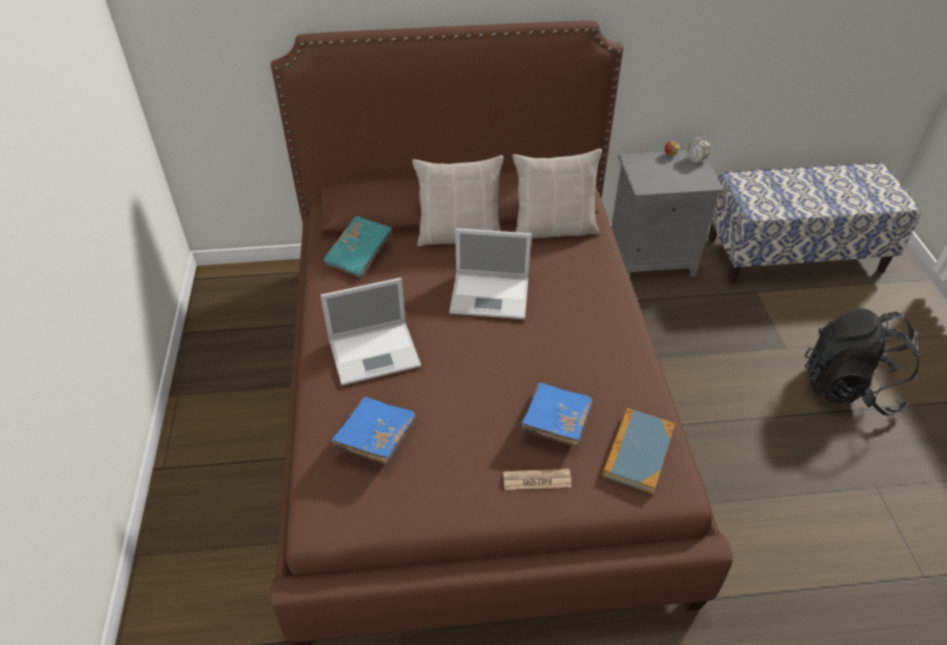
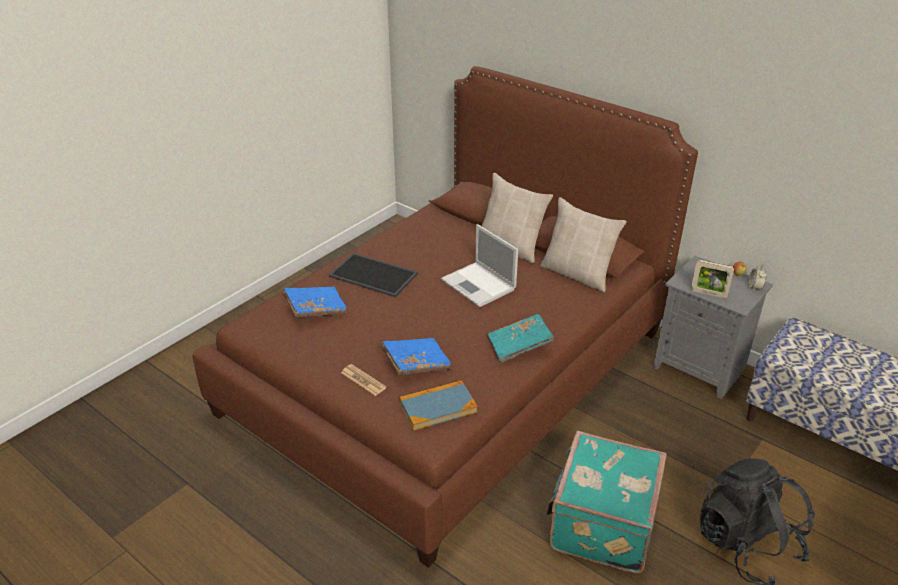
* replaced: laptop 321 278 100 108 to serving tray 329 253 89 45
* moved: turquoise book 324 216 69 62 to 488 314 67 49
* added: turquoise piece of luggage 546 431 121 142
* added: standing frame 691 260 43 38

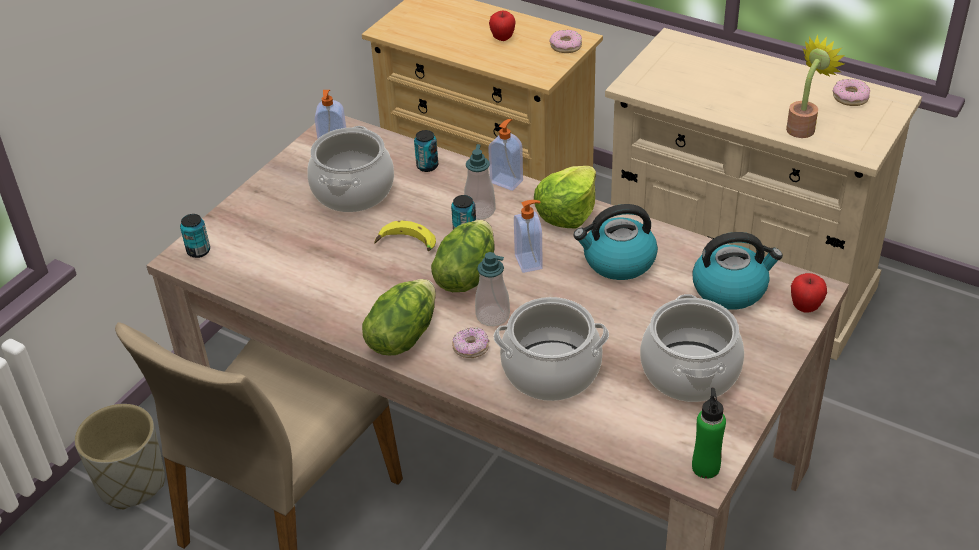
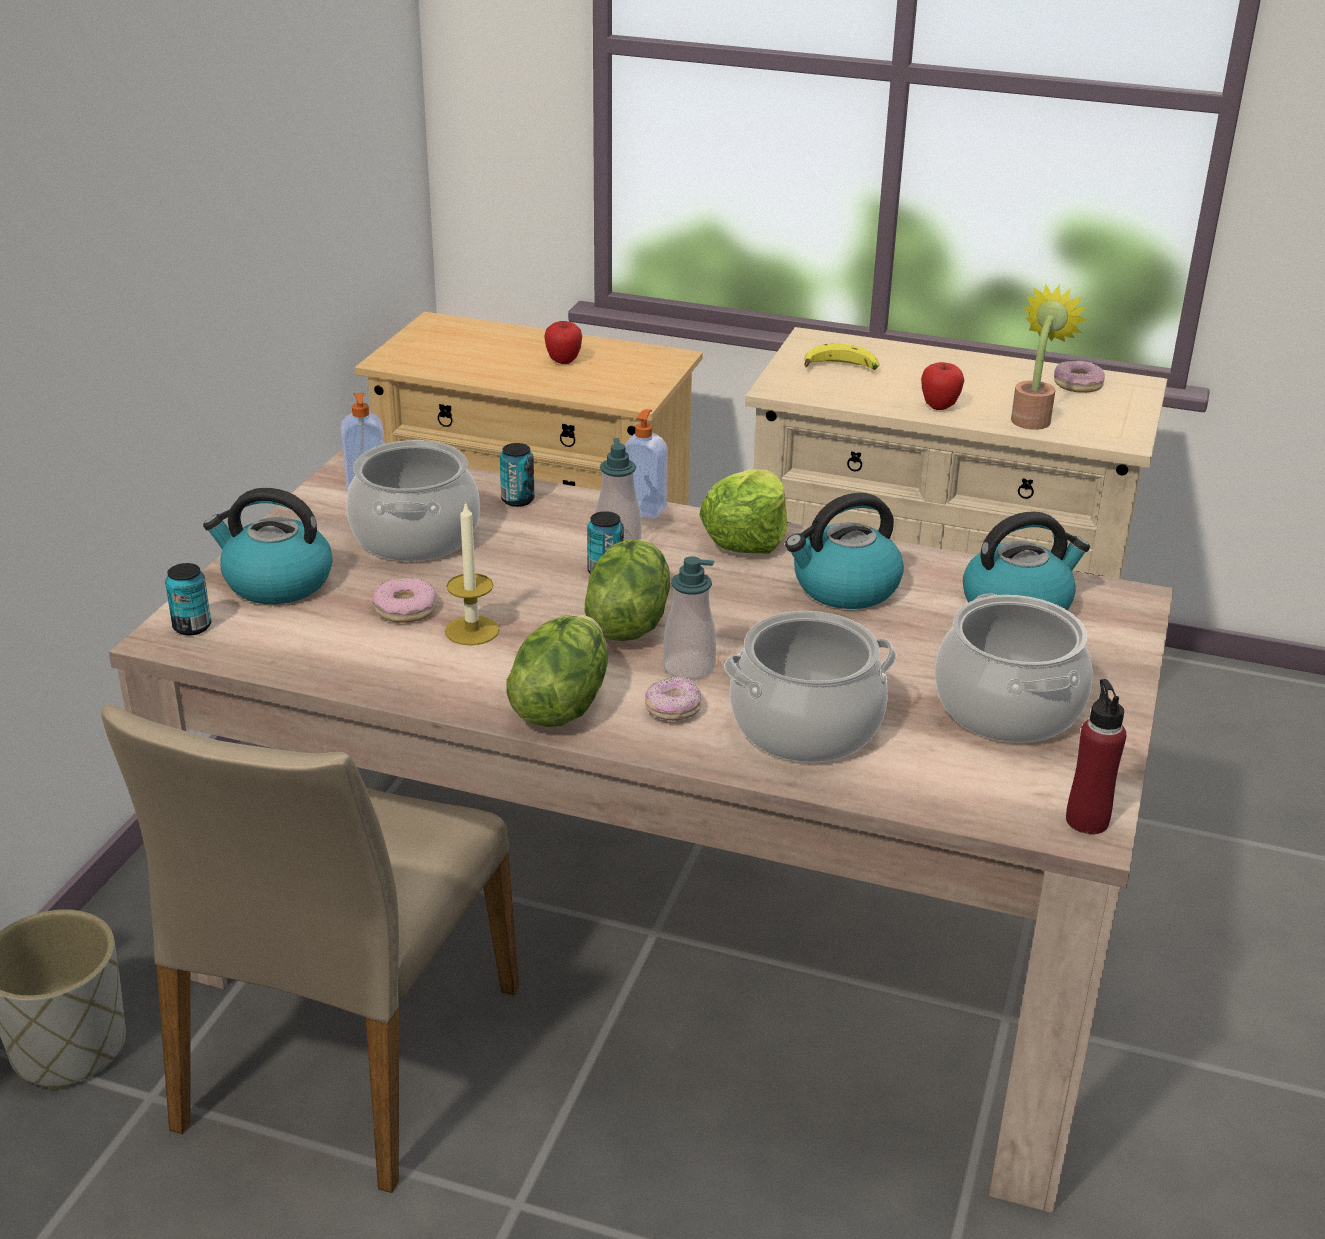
* moved: whole banana 374 221 62 30 to 804 344 75 26
* removed: soap bottle 514 200 29 73
* moved: ring doughnut 550 30 32 23 to 372 578 64 45
* recoloured: green beverage bottle 692 388 34 91 to reddish beverage bottle 1066 679 60 155
* moved: whole apple 791 273 36 39 to 921 362 43 48
* added: water kettle 203 488 129 116
* added: wax light 445 501 54 144

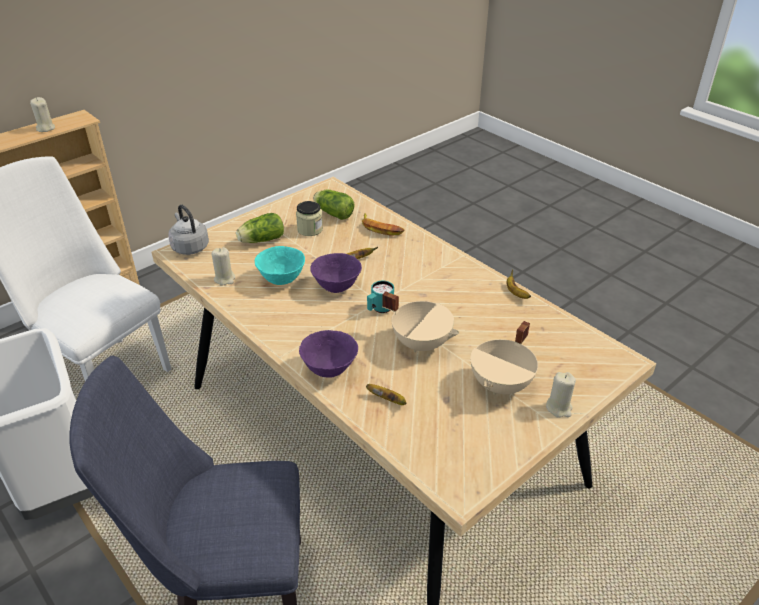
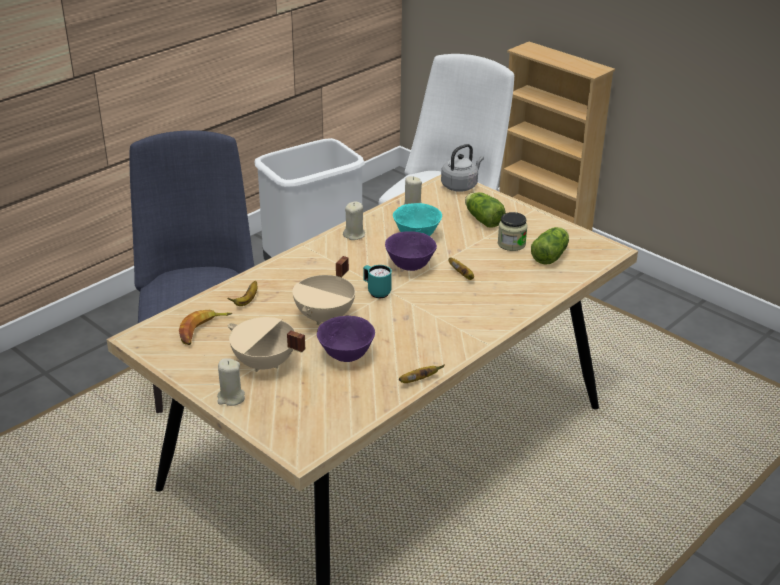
* moved: beige wax light 30 97 25 35 to 343 201 22 39
* moved: purple-coloured deep dish 299 330 59 48 to 317 316 58 46
* moved: whole banana 362 213 42 23 to 179 310 53 35

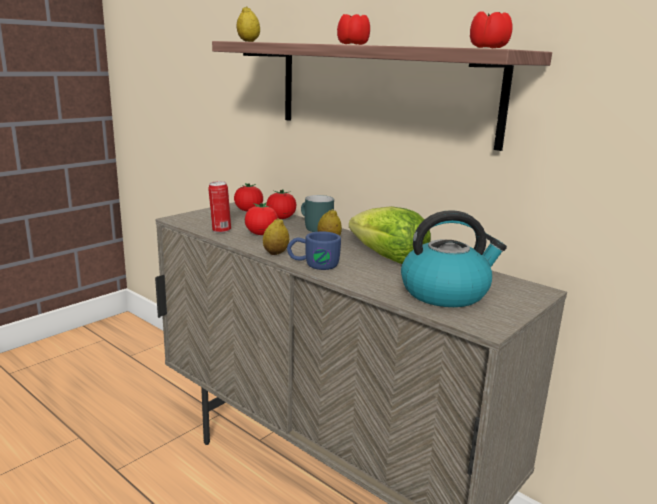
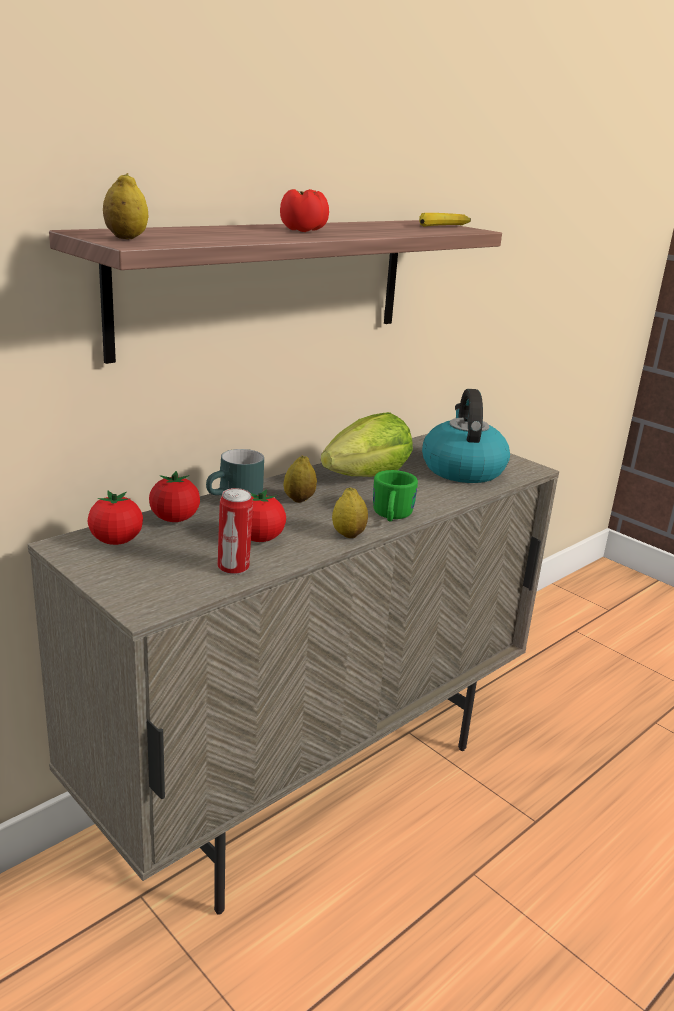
* recoloured: bluish tea mug 287 231 54 39 to green tea mug 373 470 45 52
* replaced: whole tomato 470 11 42 37 to whole banana 419 213 52 14

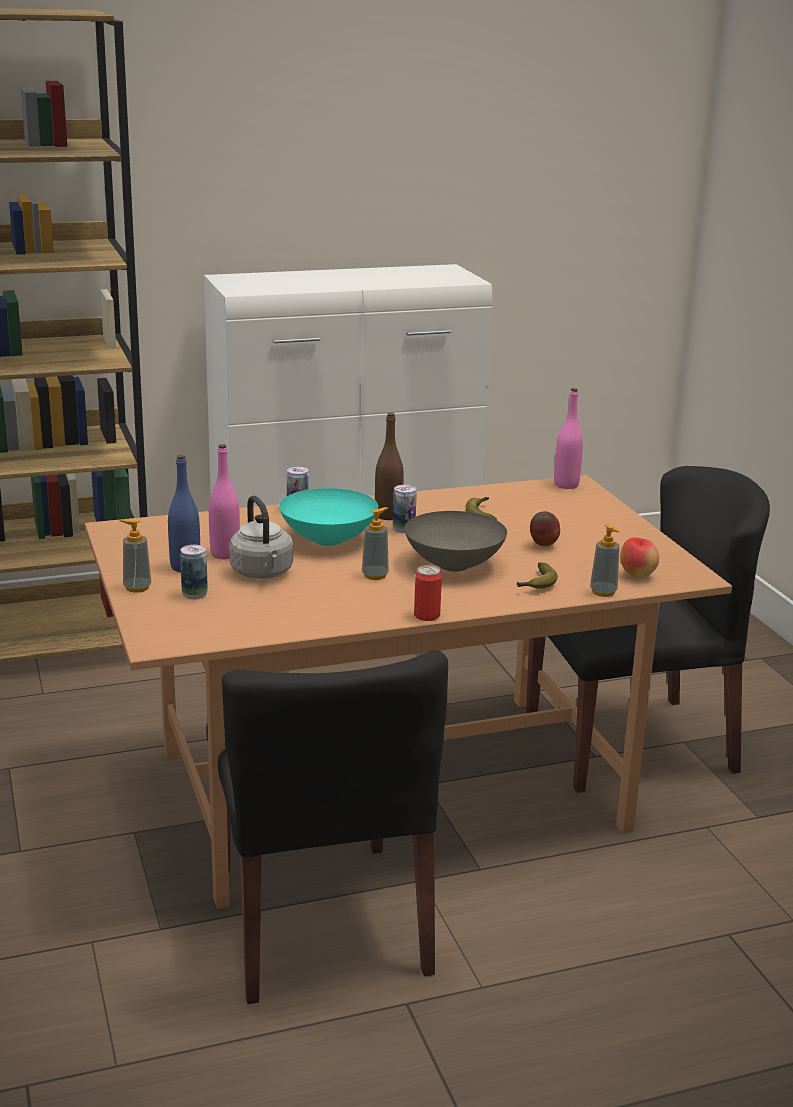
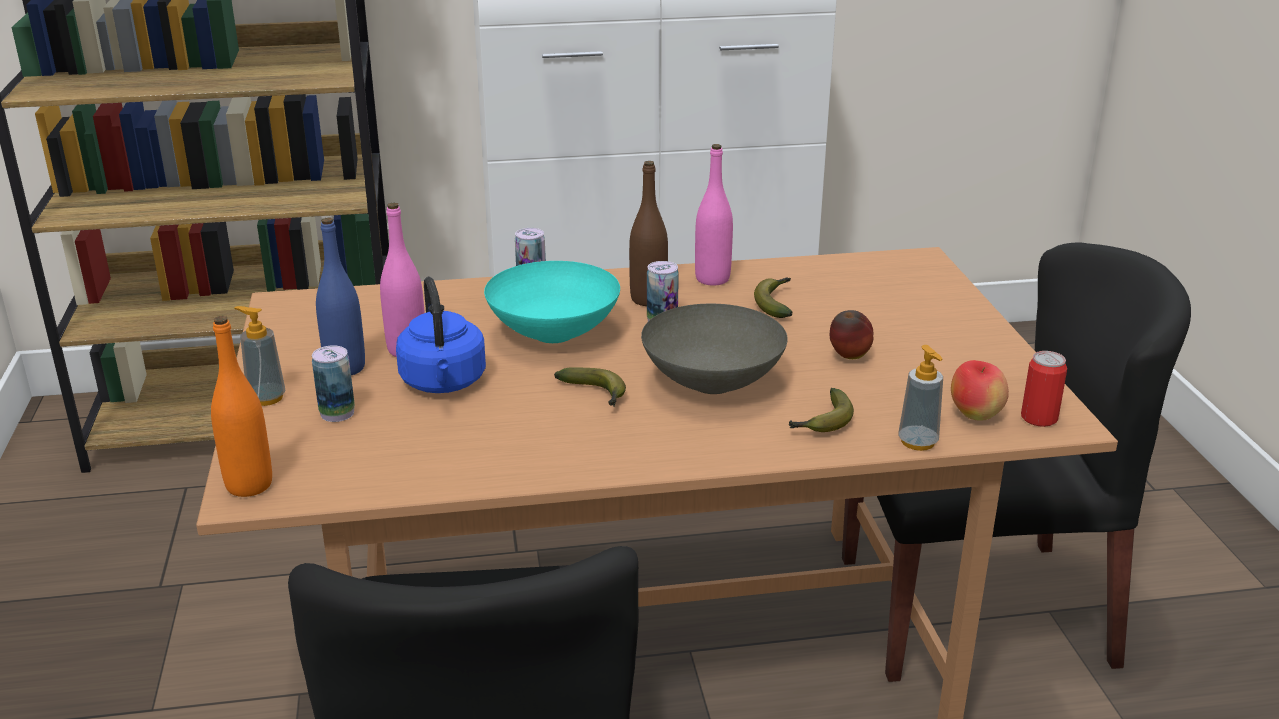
* recoloured: grey water kettle 229 495 64 84 to bluish water kettle 396 277 90 116
* replaced: soap bottle 362 507 27 73 to whole banana 554 367 72 40
* moved: can 414 565 28 56 to 1021 351 46 76
* moved: pink-coloured beverage bottle 554 388 29 101 to 695 144 38 142
* added: orange-coloured beverage bottle 211 316 61 181

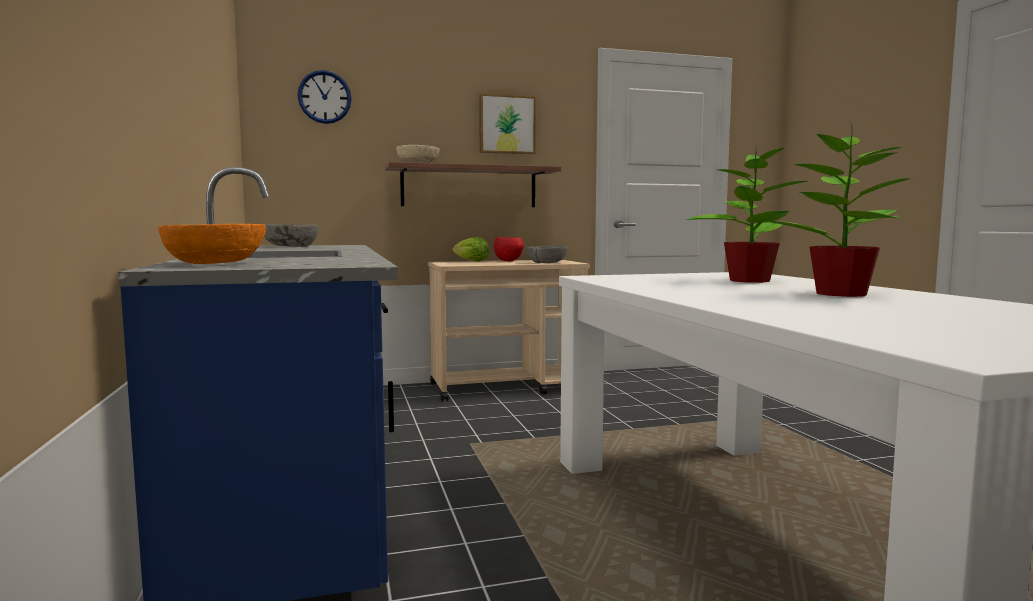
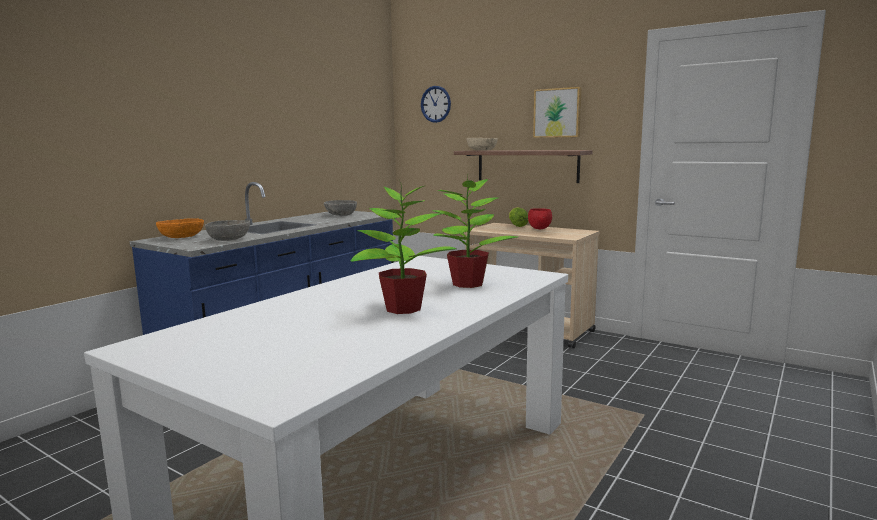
* moved: grey deep dish 526 245 42 18 to 205 220 45 21

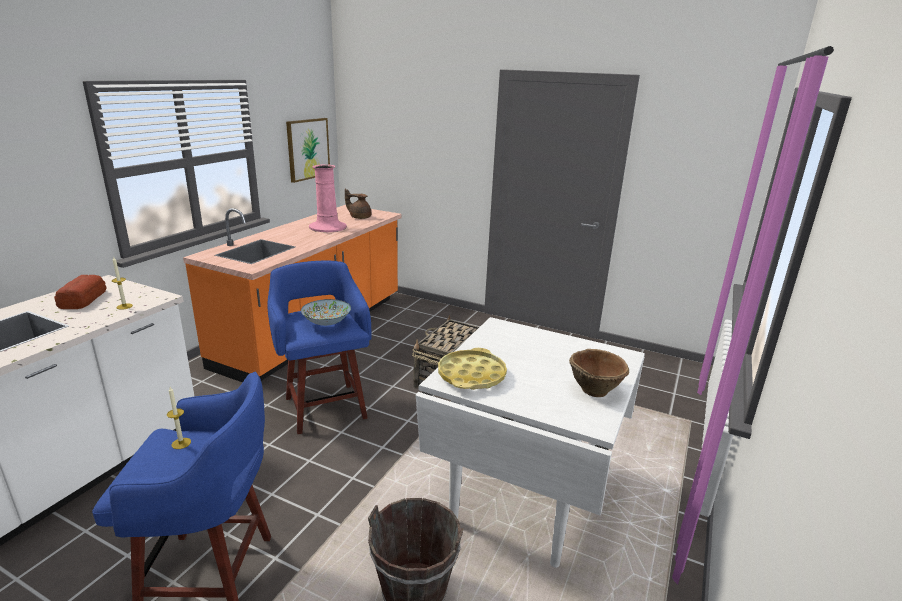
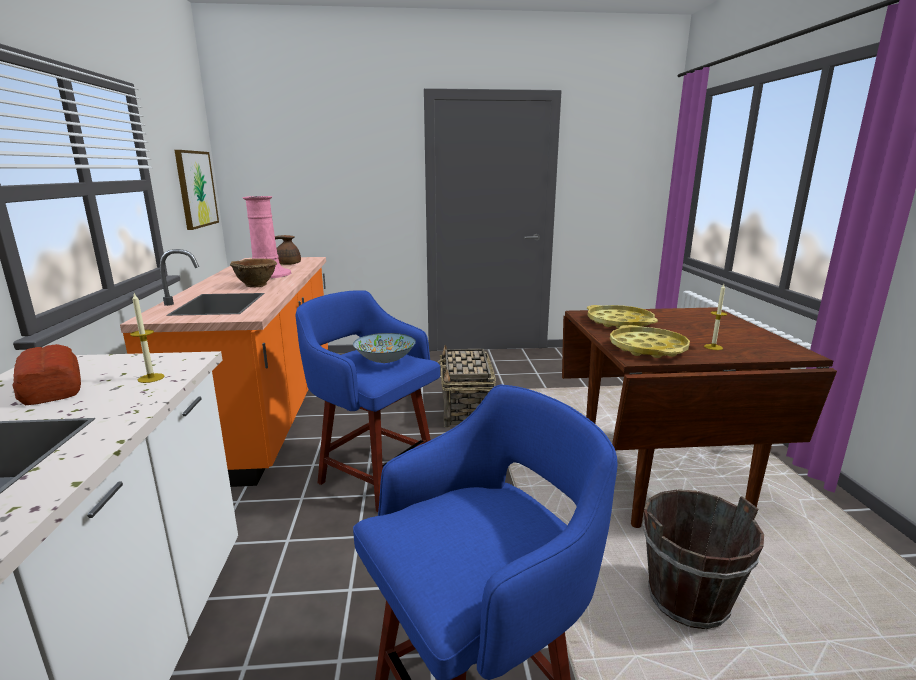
* moved: wax light 167 387 24 62 to 704 284 23 66
* recoloured: white dining table 416 317 229 251 to brown dining table 562 307 275 221
* moved: brown deep dish 569 349 60 48 to 230 258 47 29
* added: yellowish serving tray 587 305 71 24

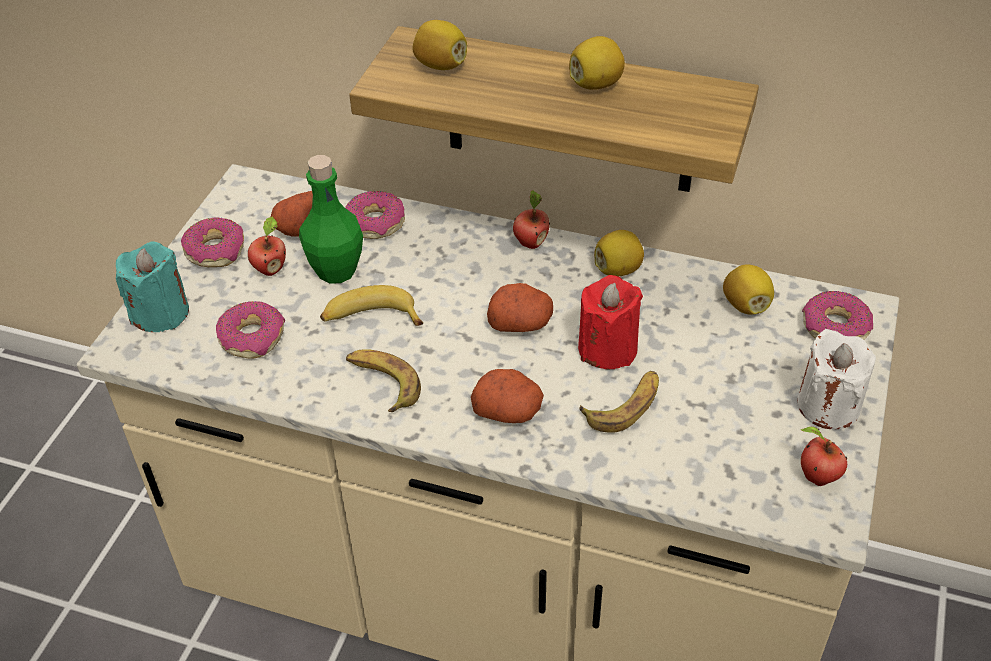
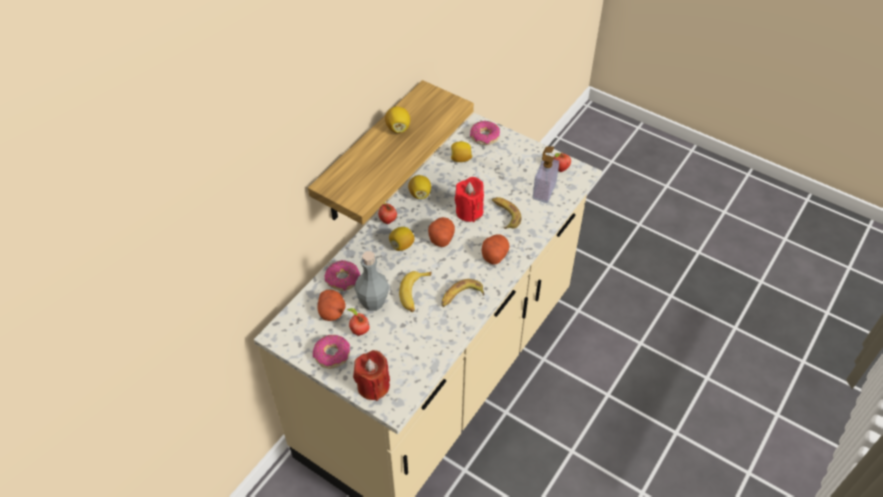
* recoloured: turquoise wax light 116 241 73 91 to reddish wax light 353 350 37 51
* removed: ring doughnut 216 301 69 58
* recoloured: green beverage bottle 299 155 64 129 to grey beverage bottle 354 251 35 60
* moved: citrus fruit 412 20 55 50 to 389 227 26 24
* removed: white wax light 797 329 79 100
* added: soap bottle 533 146 26 57

